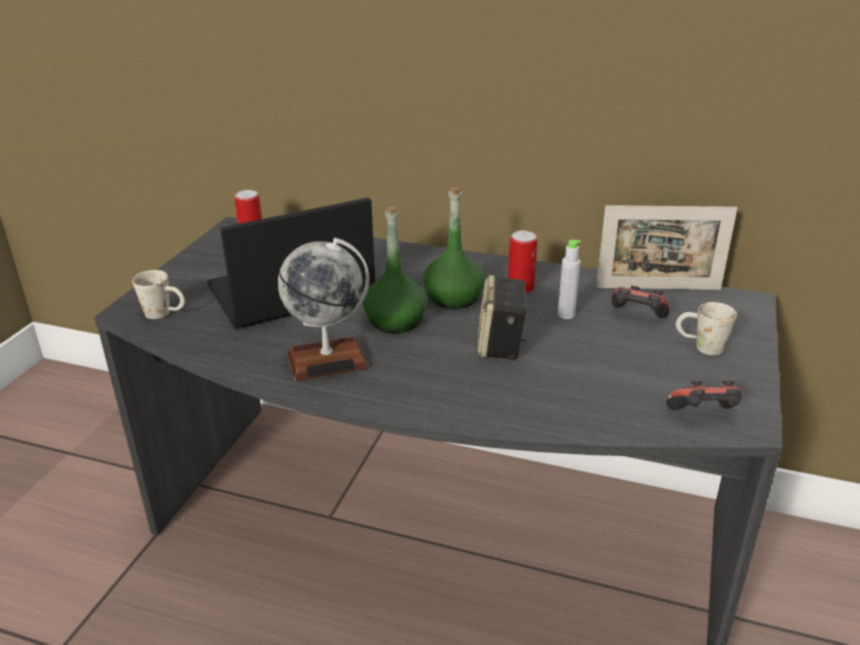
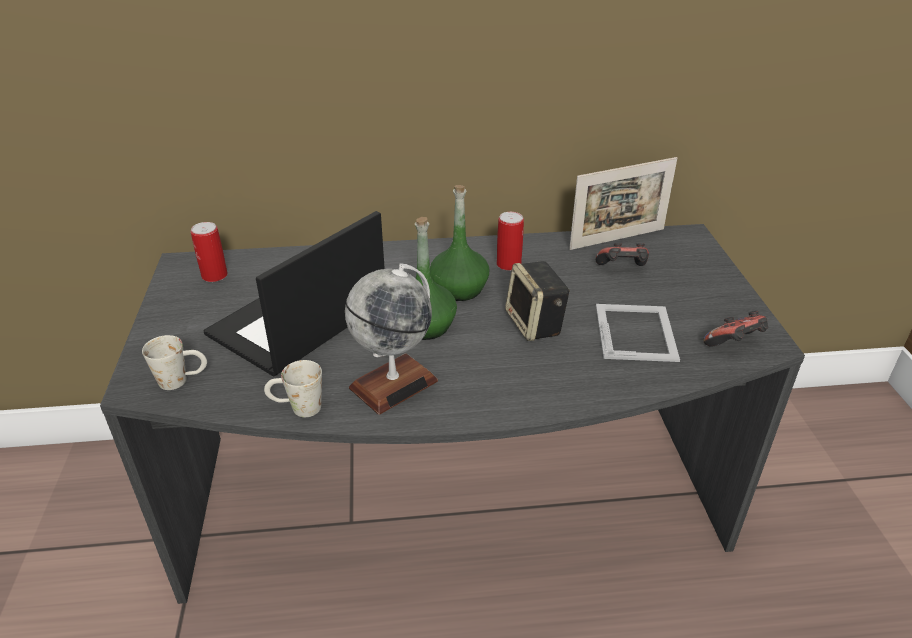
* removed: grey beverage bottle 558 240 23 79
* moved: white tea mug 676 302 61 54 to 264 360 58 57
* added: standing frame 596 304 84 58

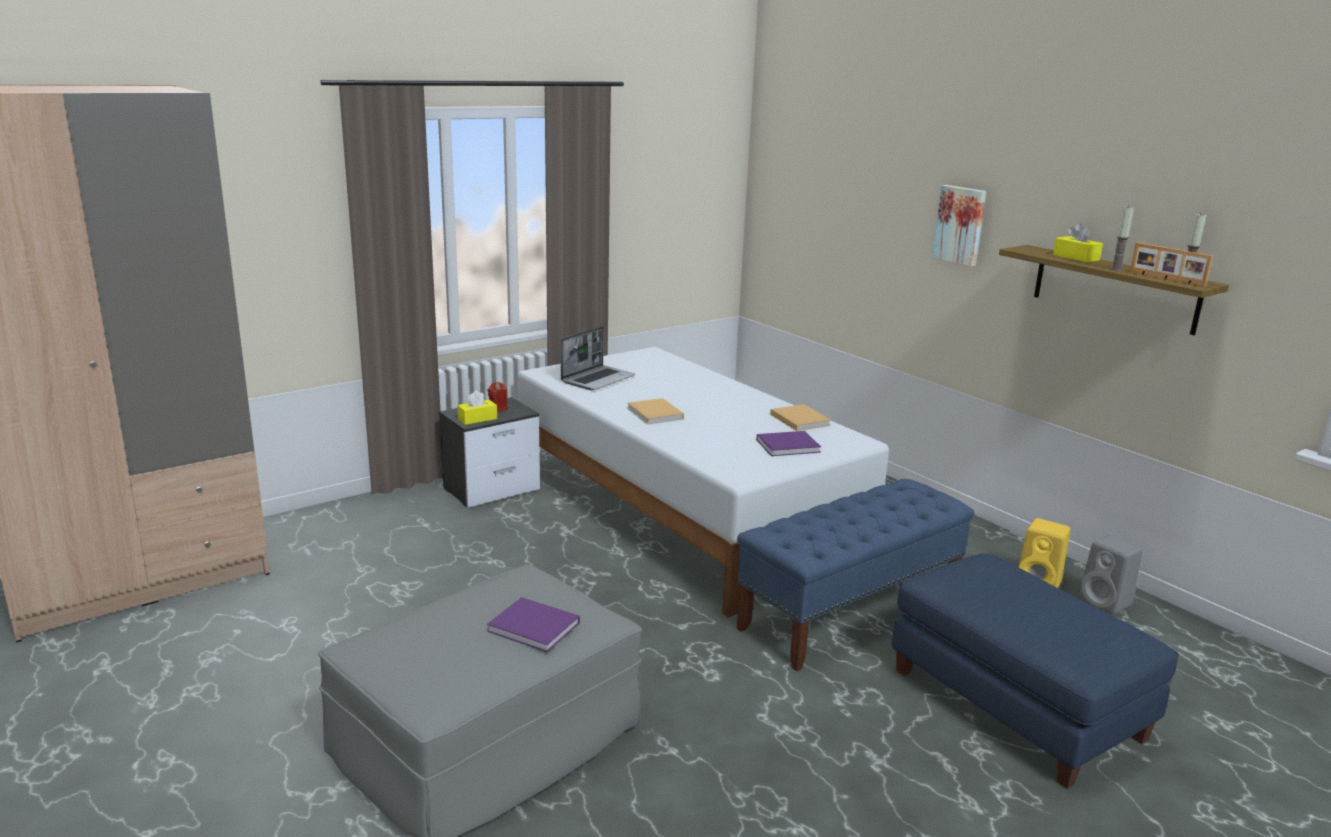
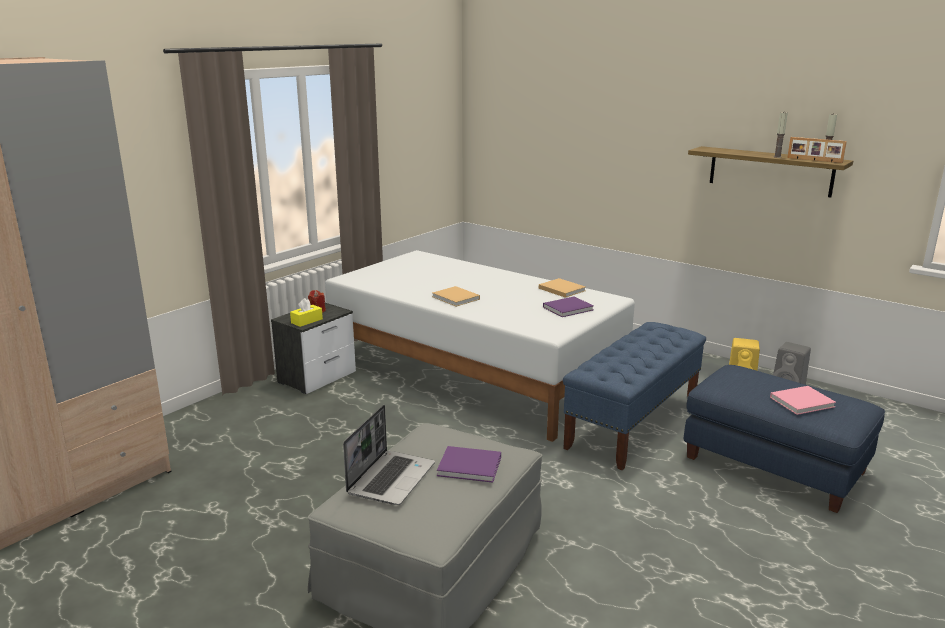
* moved: laptop 561 326 74 64 to 343 405 92 100
* removed: wall art 932 185 55 82
* removed: yellowish tissue box 1053 223 50 39
* added: pink-coloured book 770 386 66 29

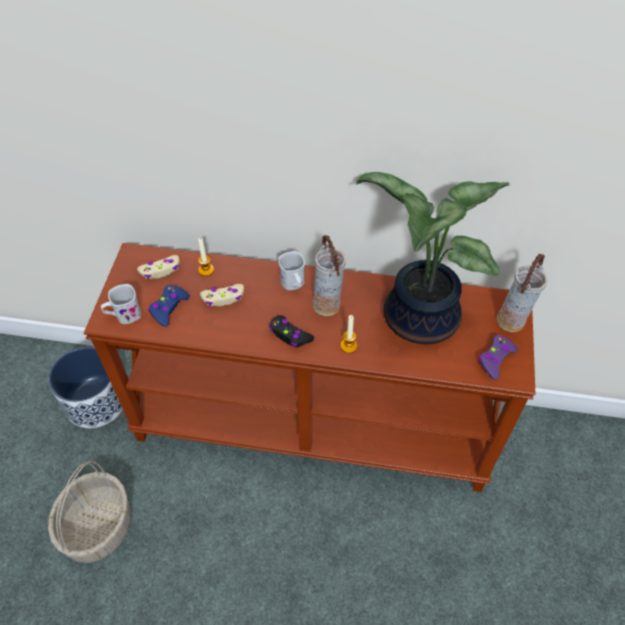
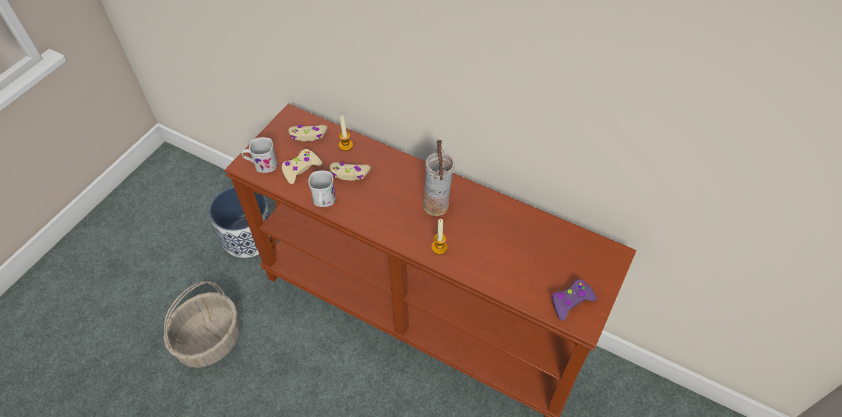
* recoloured: bluish game controller 148 285 42 42 to beige game controller 281 149 41 35
* removed: blackish game controller 269 315 45 32
* moved: white tea mug 278 251 27 39 to 308 171 28 36
* removed: houseplant 356 172 154 172
* removed: vase 497 254 50 78

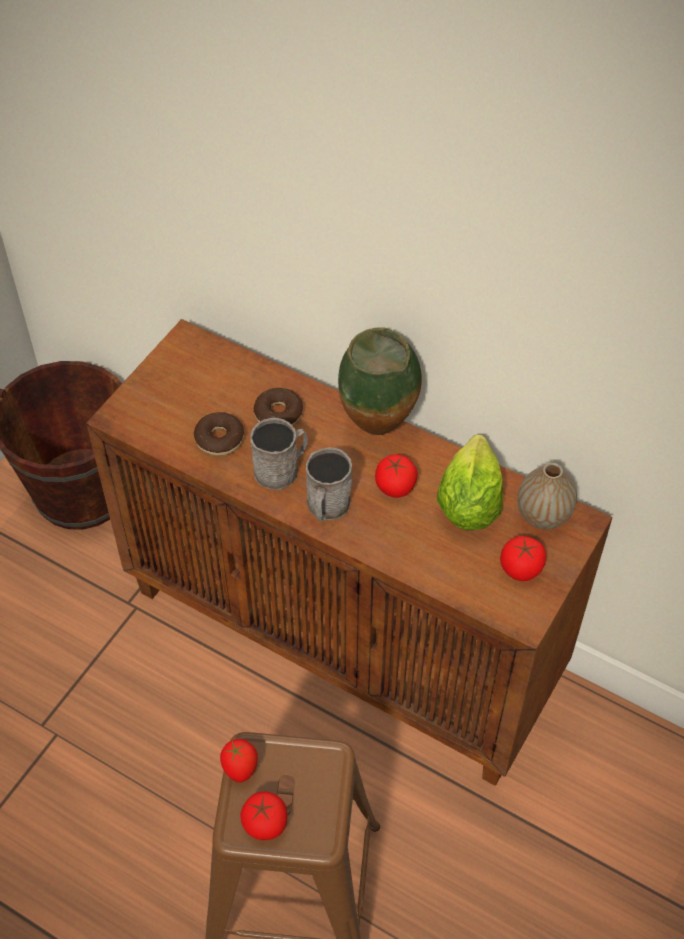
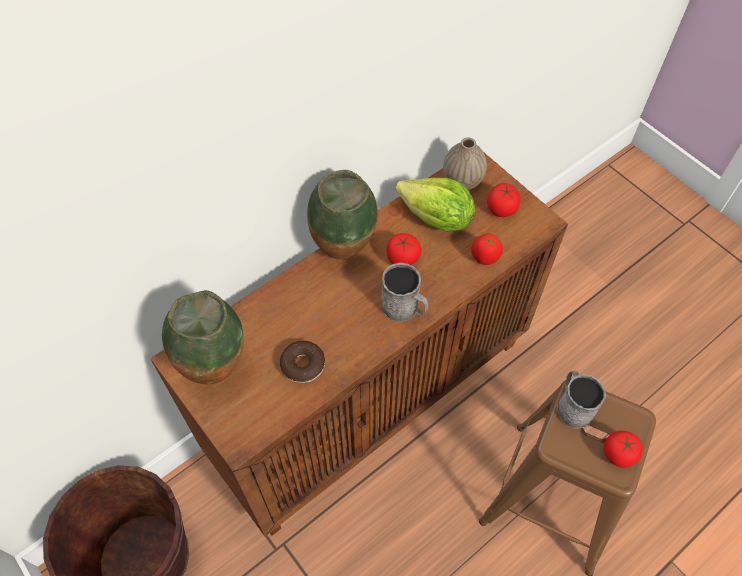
* moved: whole tomato 220 739 38 44 to 471 233 32 32
* moved: grey tea mug 250 418 58 72 to 557 371 50 58
* removed: ring doughnut 254 388 49 38
* added: vase 162 290 82 94

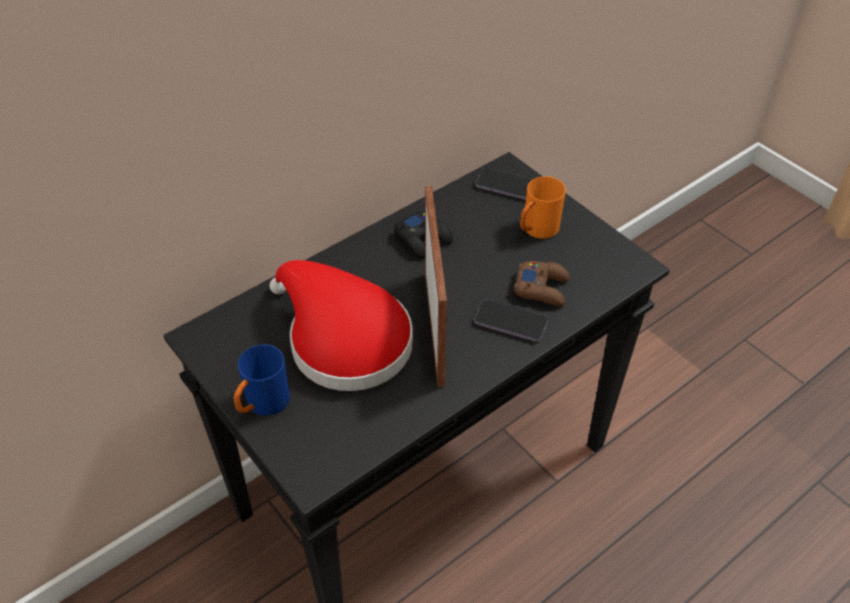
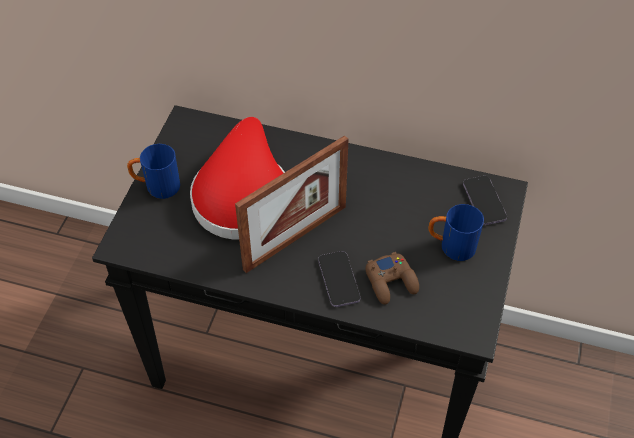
* removed: blackish game controller 394 210 59 49
* recoloured: orange-coloured tea mug 520 176 46 63 to bluish tea mug 428 204 56 57

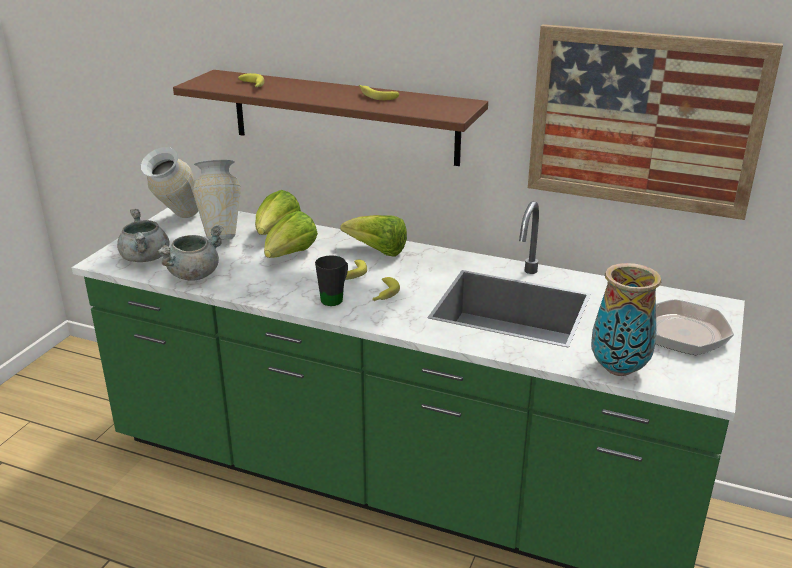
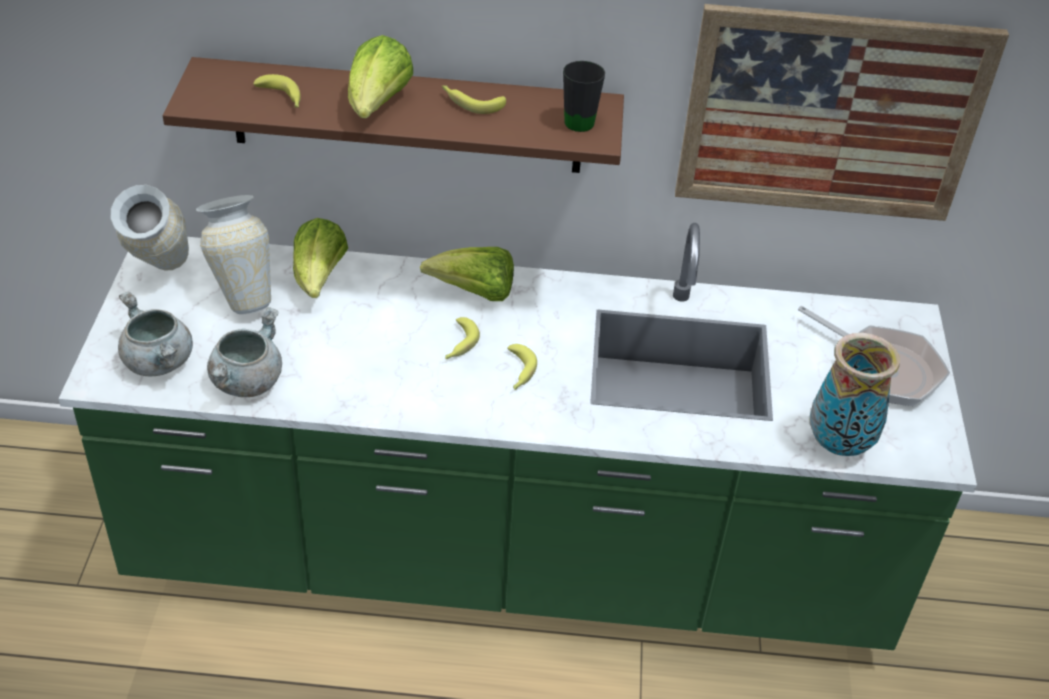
* moved: lettuce head 264 211 54 47 to 348 35 65 84
* moved: blackish tea mug 315 255 33 51 to 563 61 42 71

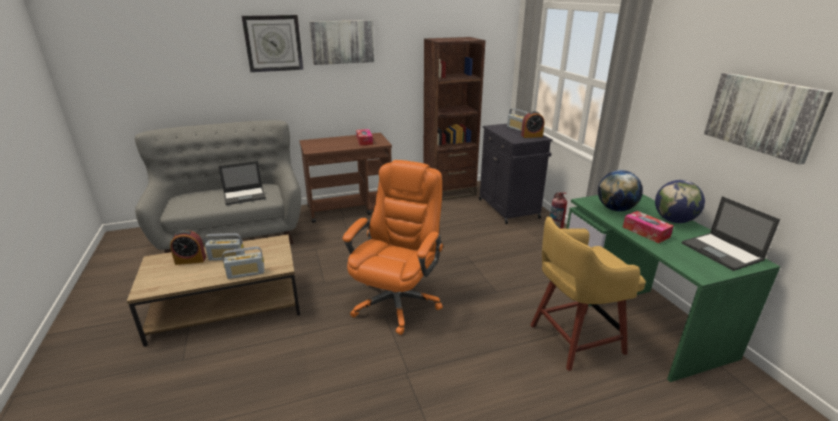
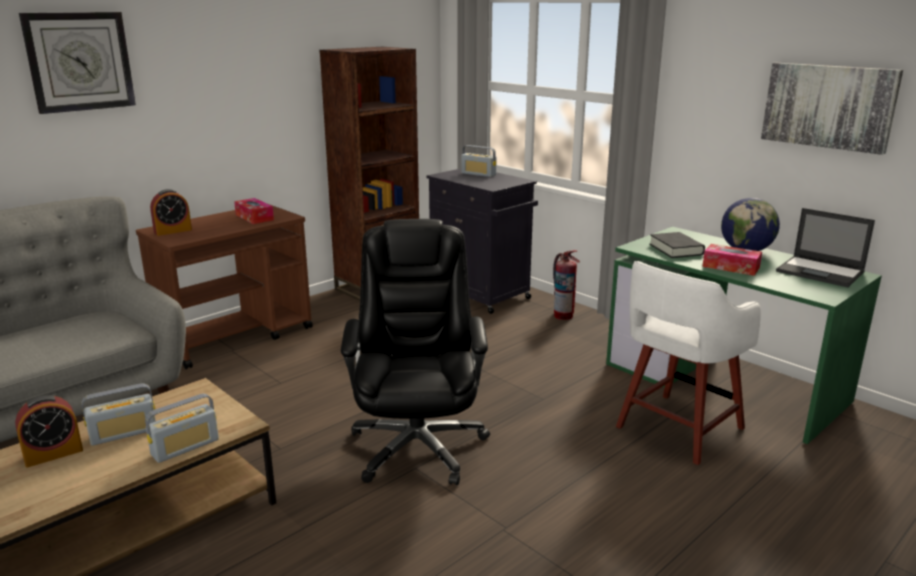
* removed: laptop 218 161 48 44
* removed: wall art 309 20 65 45
* recoloured: orange-coloured computer chair 343 160 100 175 to blackish computer chair 341 219 149 266
* moved: alarm clock 521 111 24 27 to 150 189 42 47
* recoloured: yellowish stool seat 530 216 116 155 to white stool seat 616 261 145 204
* replaced: world globe 598 170 45 41 to blackish book 649 232 56 26

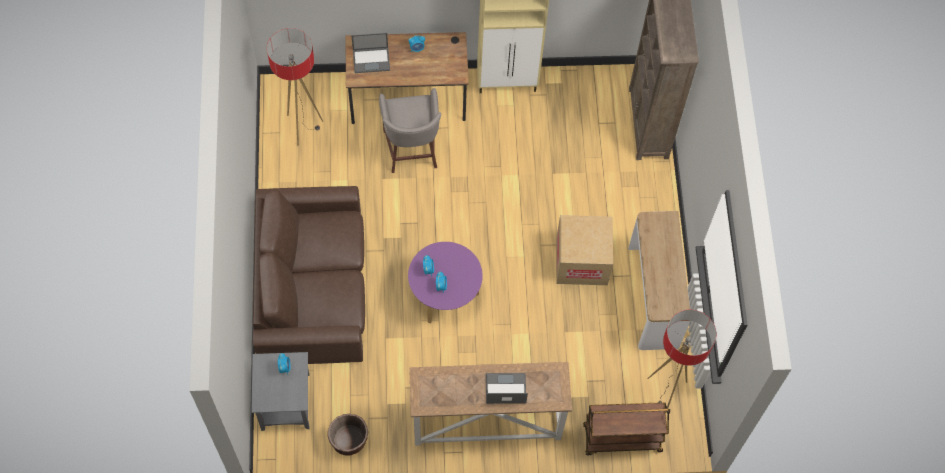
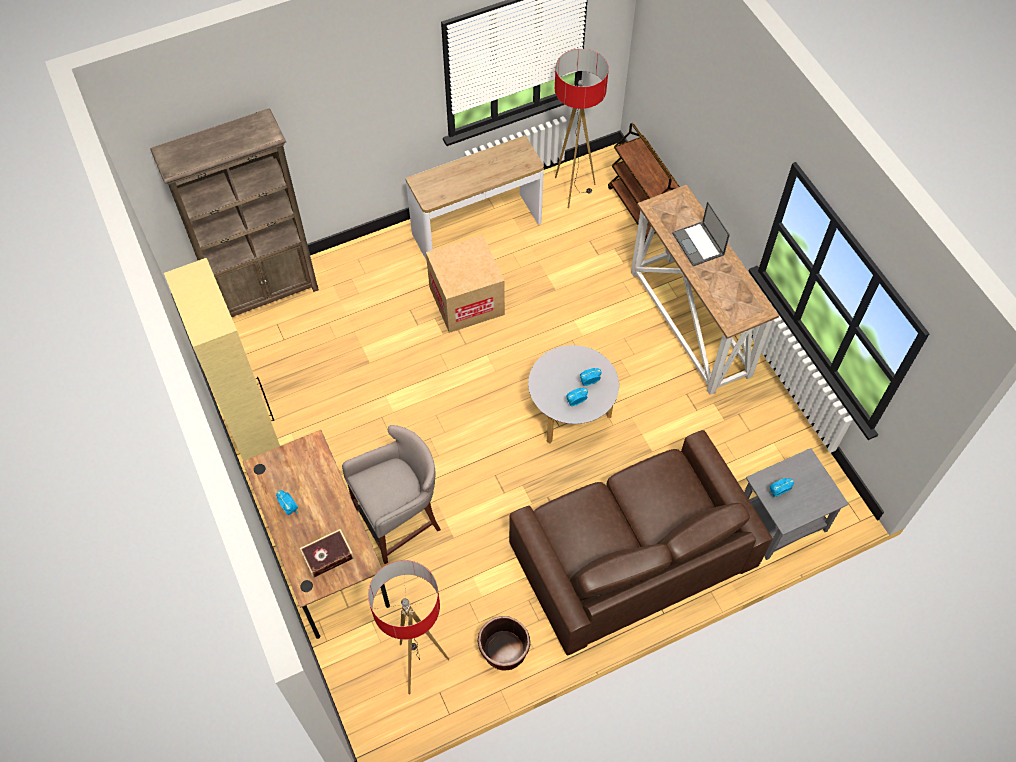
* moved: brown flower pot 328 414 40 42 to 478 616 52 55
* replaced: laptop 351 33 39 40 to book 300 529 54 49
* recoloured: purple-coloured coffee table 408 242 75 81 to grey coffee table 528 345 91 98

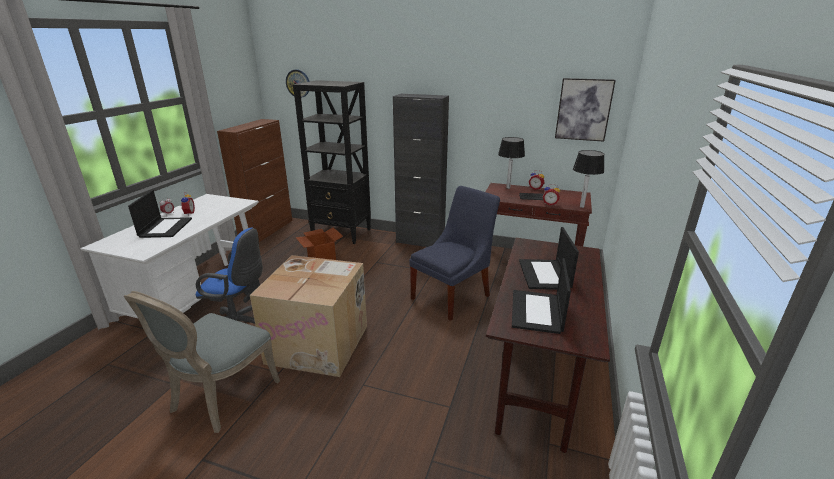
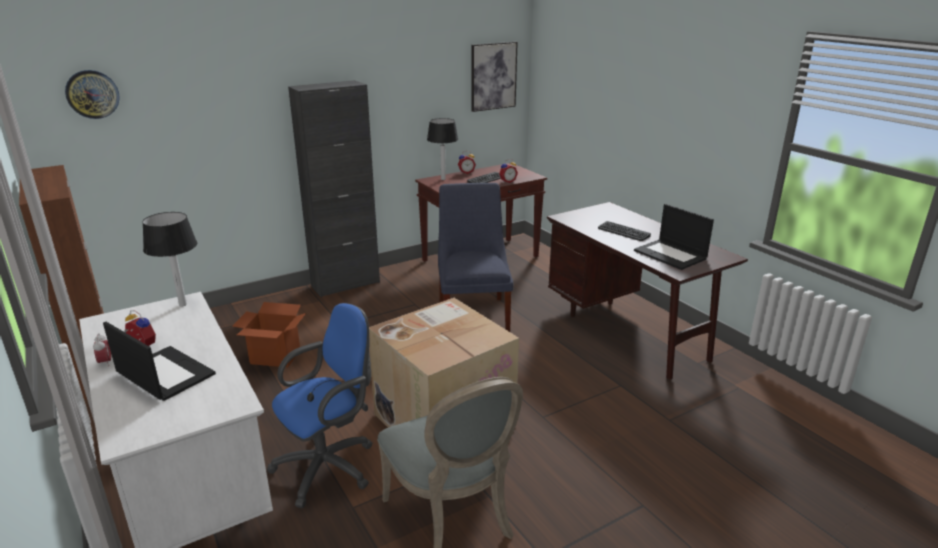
* removed: blackish bookcase 293 80 78 164
* replaced: laptop 519 227 60 63 to PC keyboard 598 221 53 20
* moved: lamp for a table 573 150 31 58 to 142 212 55 95

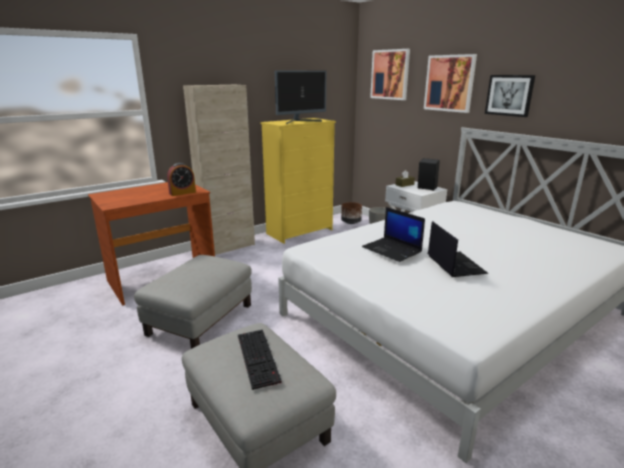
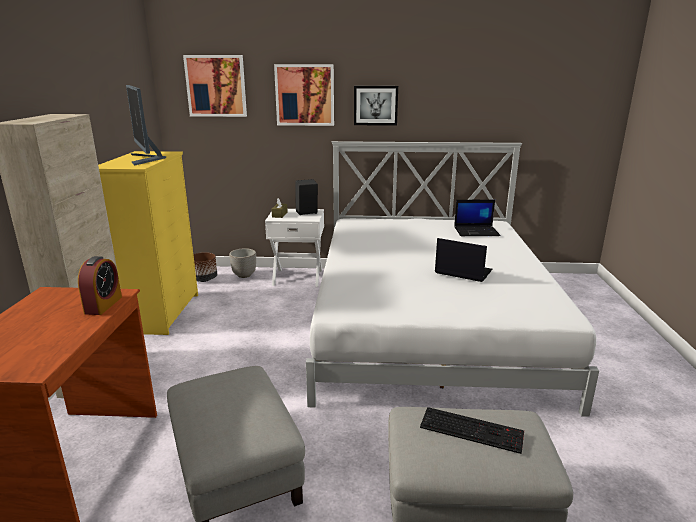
* turned: monitor 275 71 51 53 = 126 85 40 80 150 degrees clockwise
* moved: laptop 362 207 63 55 to 454 200 47 36

